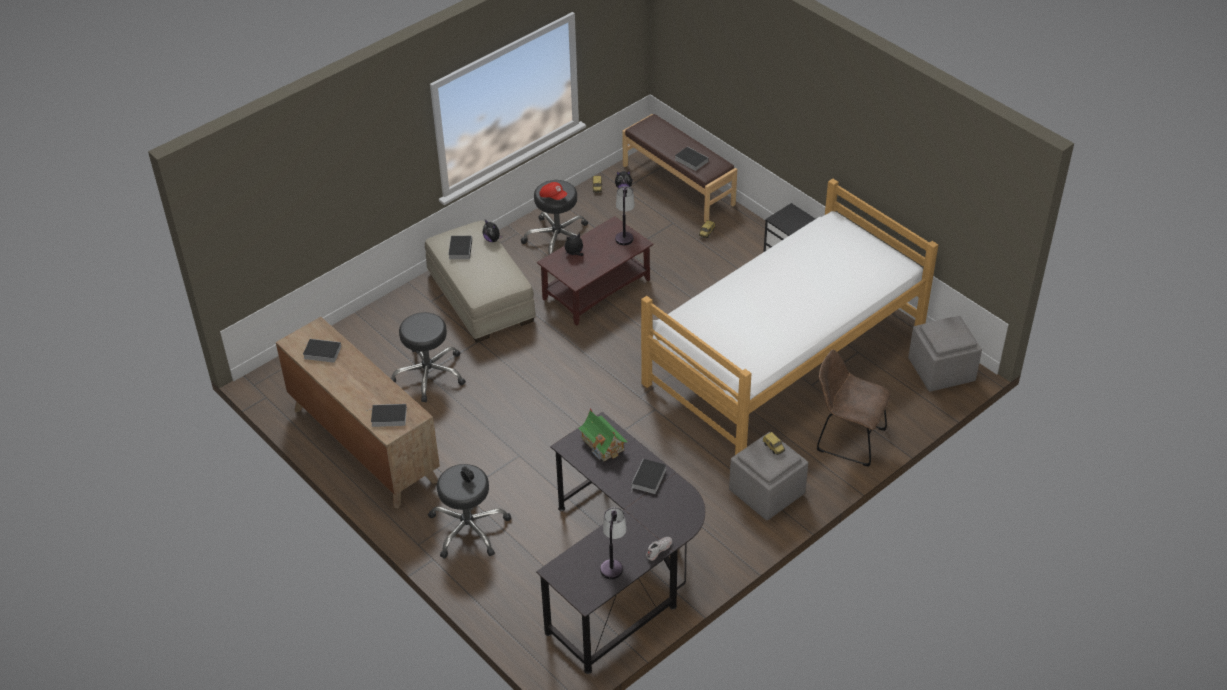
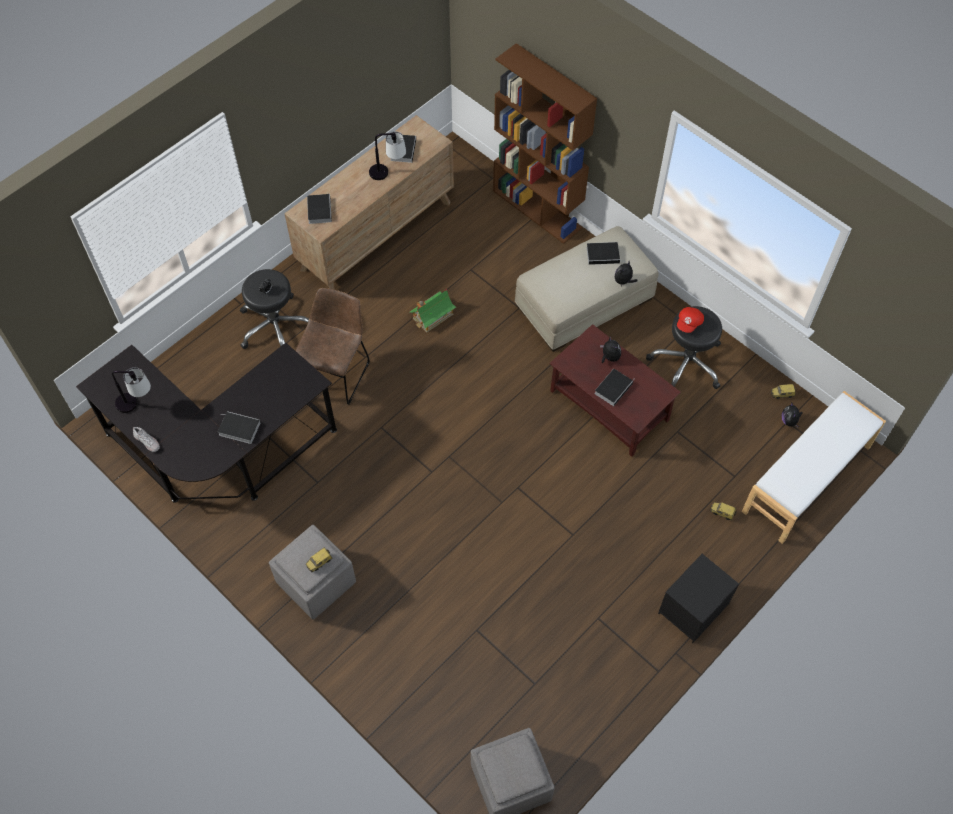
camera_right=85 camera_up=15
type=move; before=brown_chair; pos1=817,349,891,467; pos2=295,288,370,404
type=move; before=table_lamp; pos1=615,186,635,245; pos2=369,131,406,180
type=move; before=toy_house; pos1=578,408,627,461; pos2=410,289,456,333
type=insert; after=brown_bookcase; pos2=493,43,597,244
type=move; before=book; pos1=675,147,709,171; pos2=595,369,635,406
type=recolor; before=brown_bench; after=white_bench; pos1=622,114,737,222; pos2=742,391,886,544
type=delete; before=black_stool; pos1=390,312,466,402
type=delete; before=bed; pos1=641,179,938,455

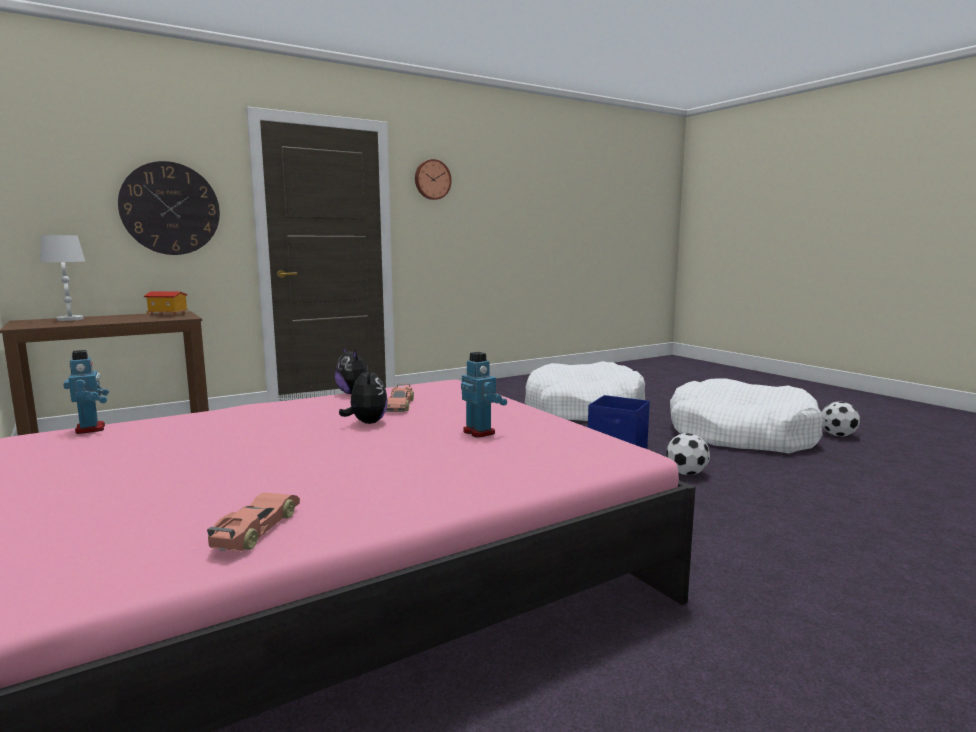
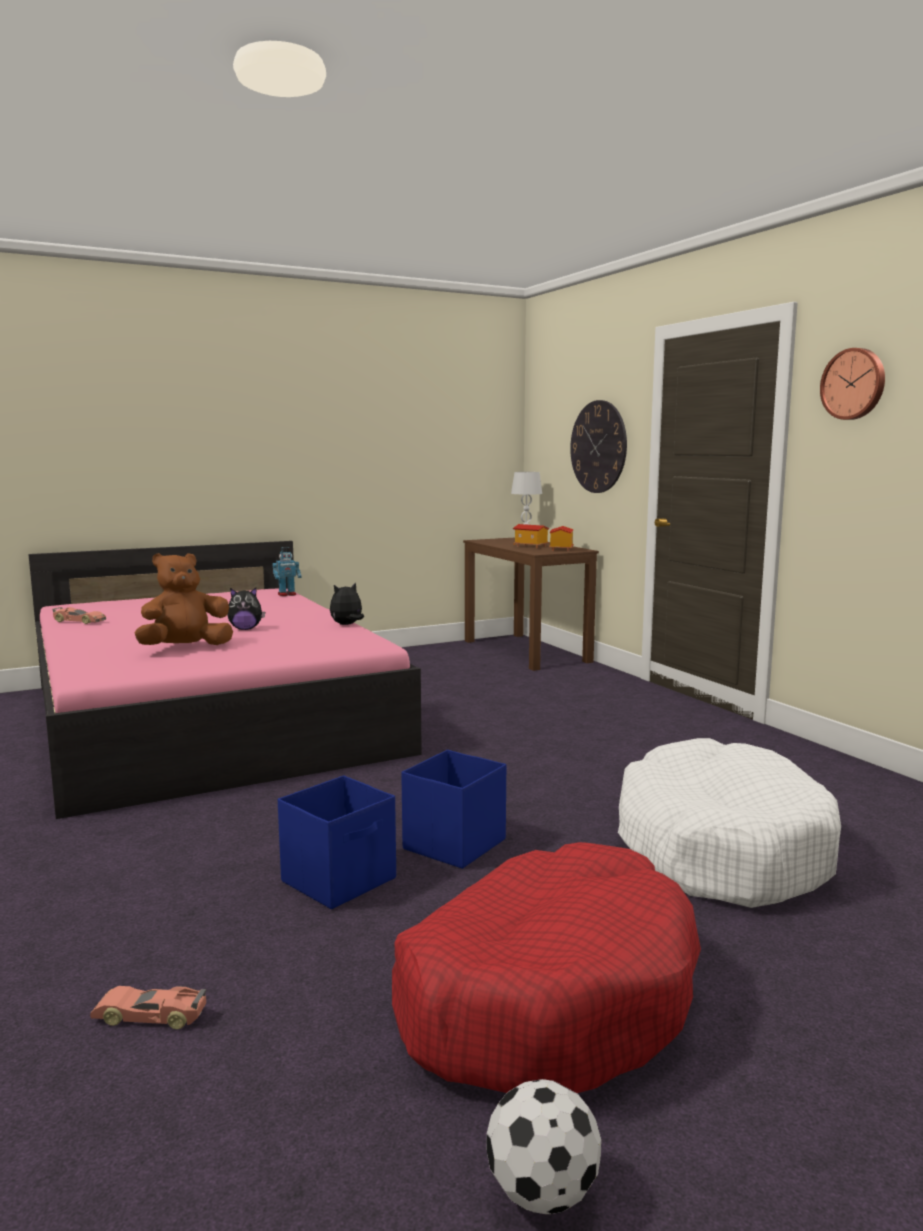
camera_right=95 camera_up=0
type=move; before=toy_car; pos1=386,384,414,412; pos2=90,986,206,1029
type=replace; before=toy_robot; after=brown_plush_toy; pos1=461,352,507,438; pos2=134,553,233,645
type=replace; before=football; after=blue_storage_box; pos1=666,433,710,475; pos2=278,776,396,909
type=recolor; before=white_dog_bed; after=red_dog_bed; pos1=670,378,823,454; pos2=392,842,701,1093
type=insert; after=toy_house; pos2=513,524,549,548

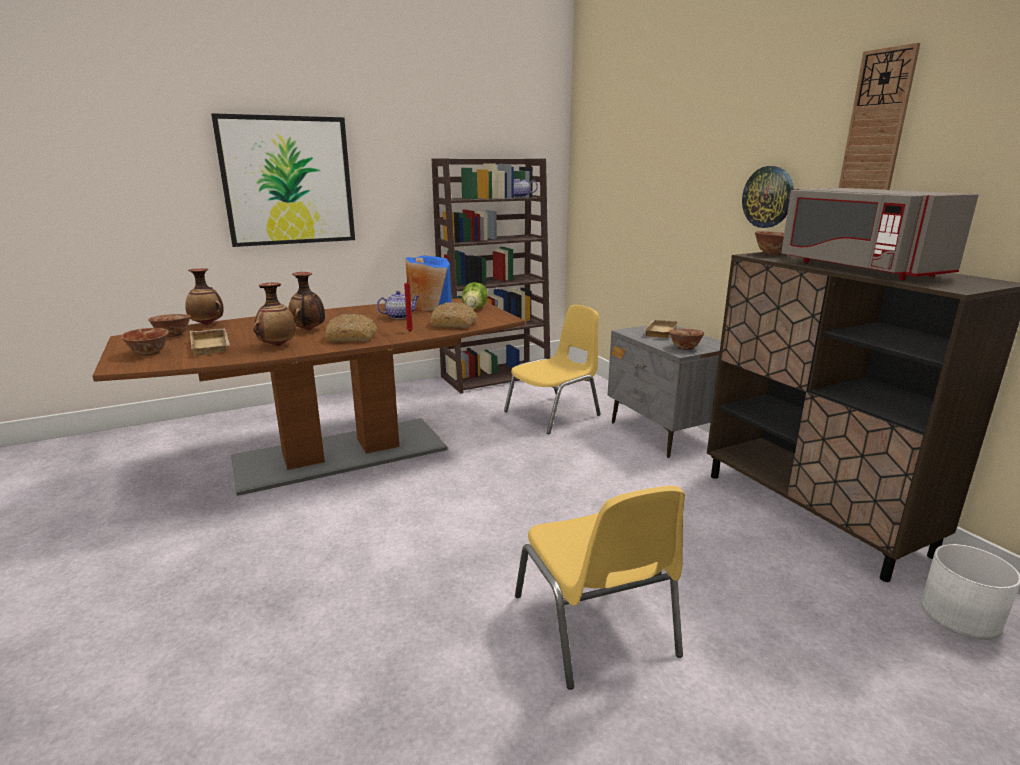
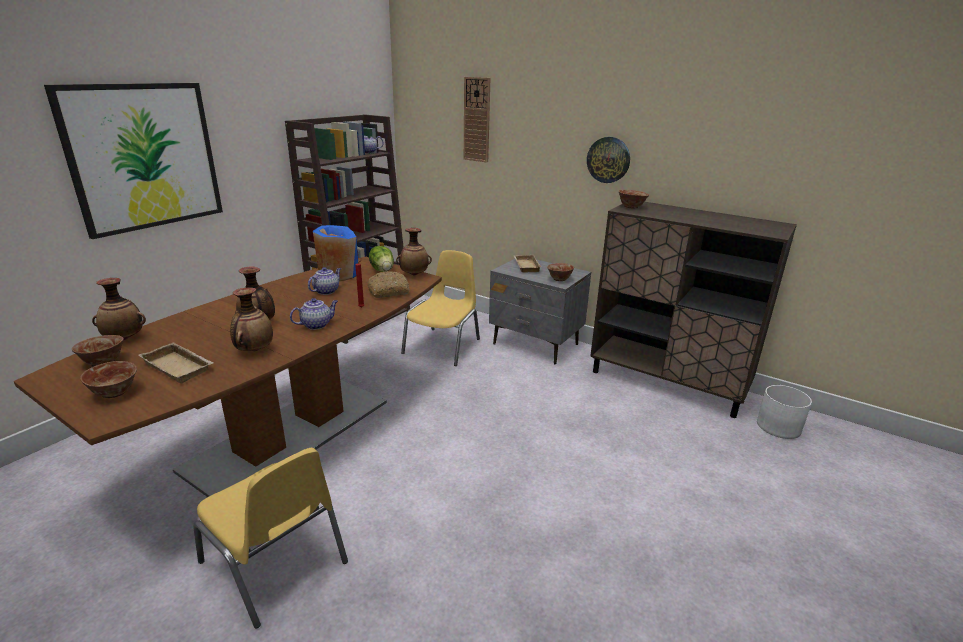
camera_right=-30 camera_up=5
type=move; before=yellow_chair; pos1=515,486,685,690; pos2=193,448,348,628
type=replace; before=bread; after=teapot; pos1=325,314,377,342; pos2=290,298,338,330
type=insert; after=vase; pos2=396,228,432,276
type=move; before=wall_clock; pos1=839,43,920,190; pos2=464,77,490,162
type=delete; before=grey_microwave; pos1=781,188,979,280

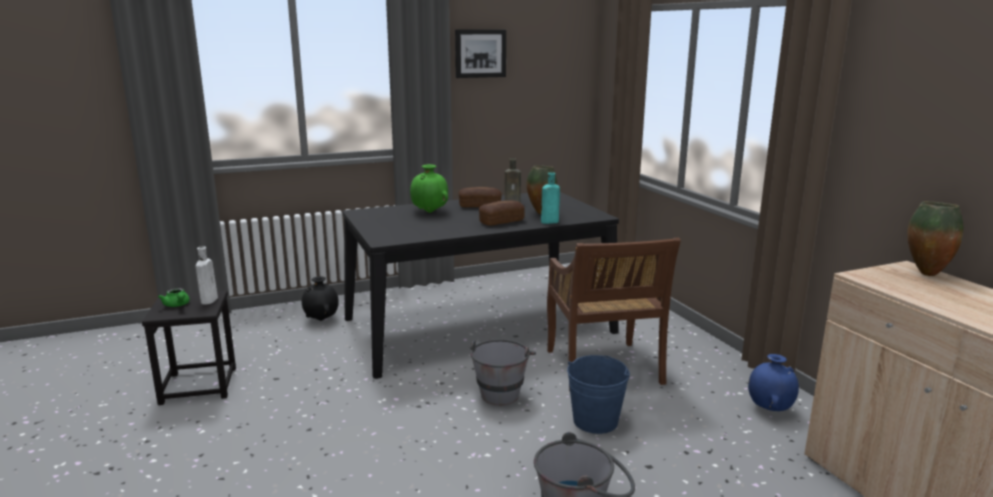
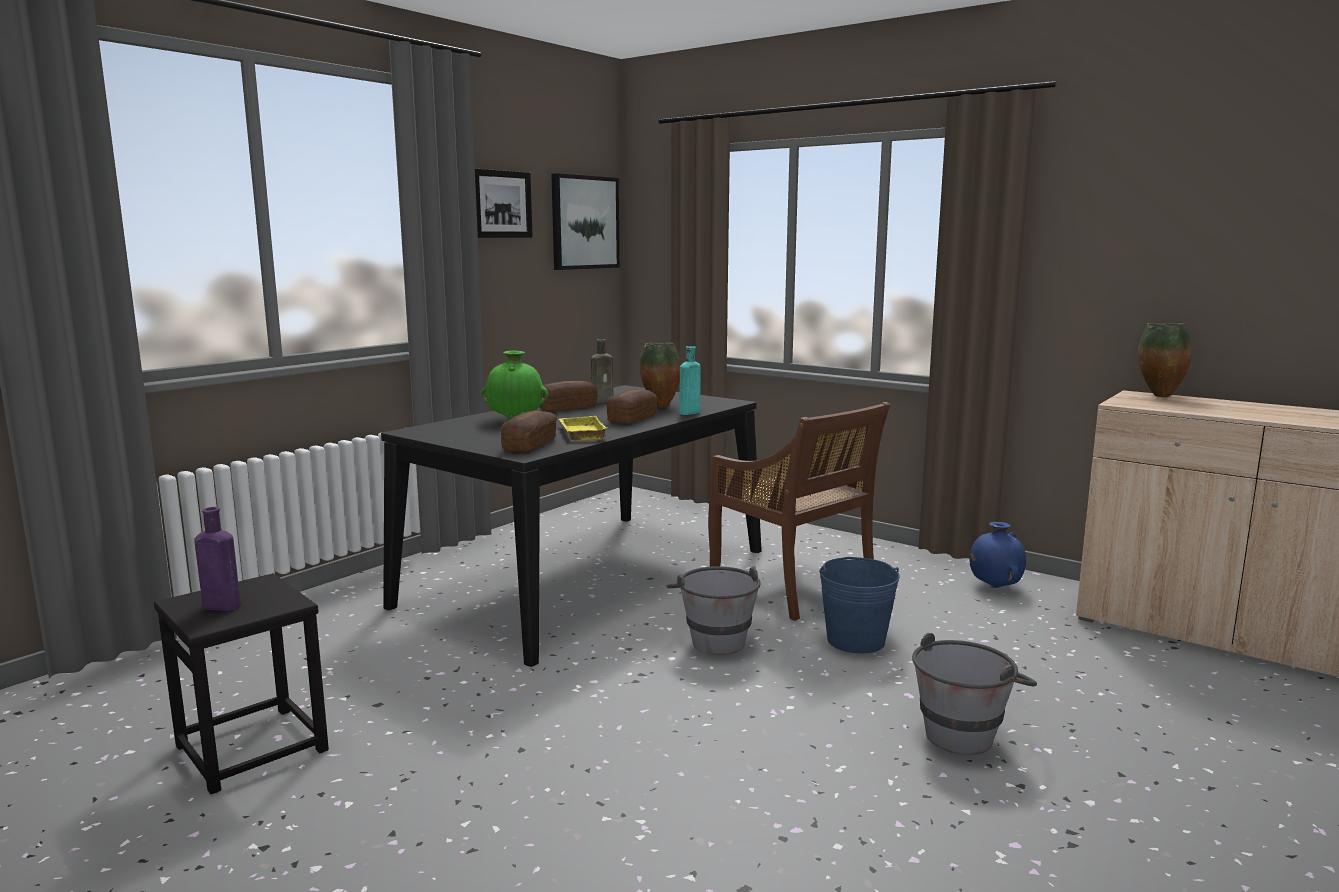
camera_right=-30 camera_up=-5
type=replace; before=green_teapot; after=purple_bottle; pos1=158,288,190,307; pos2=194,507,241,611
type=insert; after=bread; pos2=500,411,557,452
type=insert; after=picture; pos2=551,173,620,270
type=insert; after=yellow_tray; pos2=559,416,607,441
type=delete; before=white_bottle; pos1=196,246,218,305
type=delete; before=black_vase; pos1=302,276,339,321

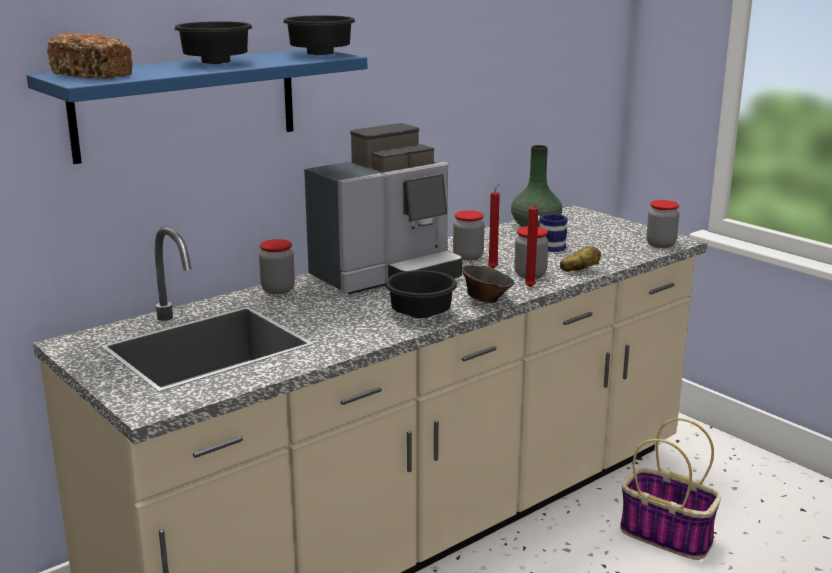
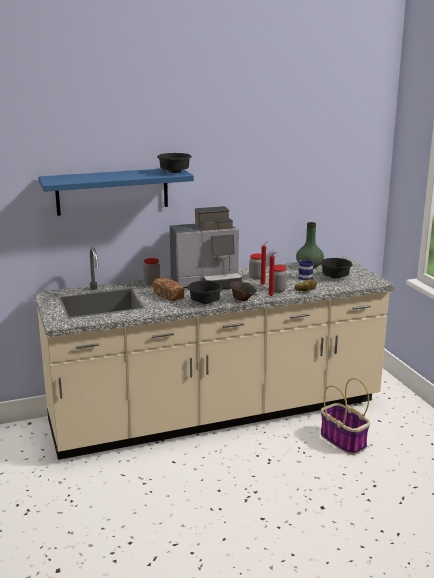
camera_right=20 camera_up=0
type=move; before=bread; pos1=47,33,132,79; pos2=152,277,184,301
type=move; before=black_bowl; pos1=174,21,253,64; pos2=320,258,353,279
type=delete; before=jar; pos1=647,200,679,248

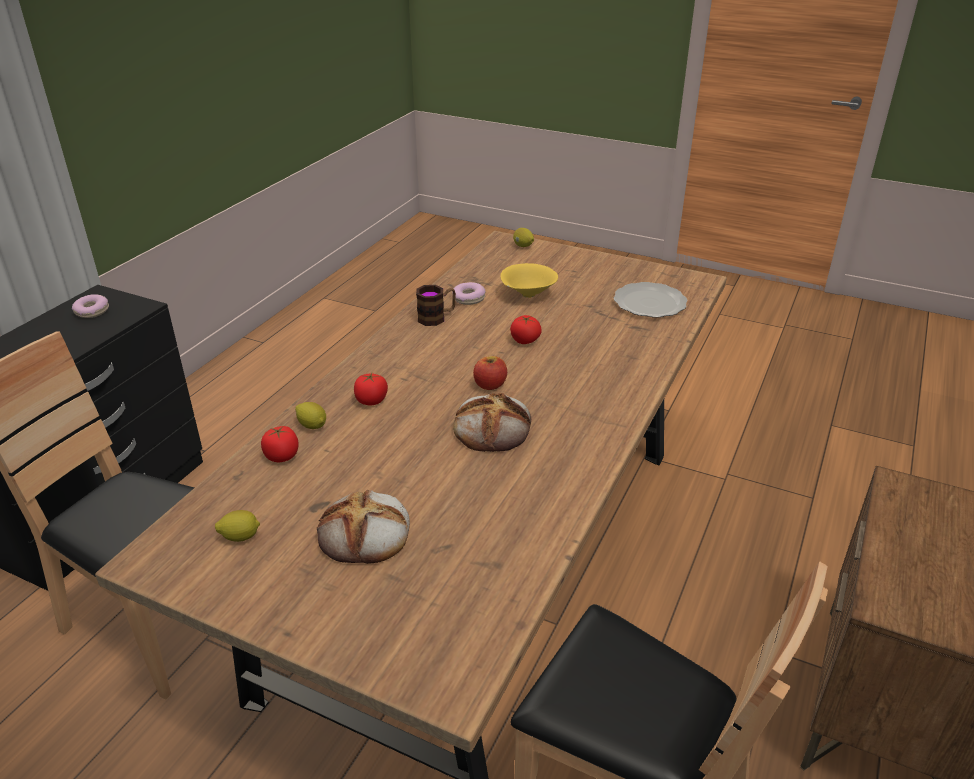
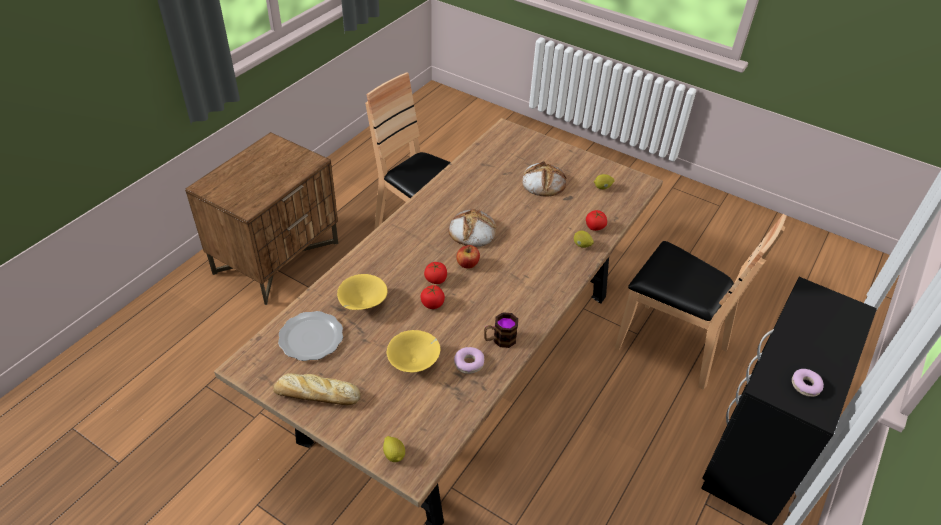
camera_right=-175 camera_up=10
type=insert; after=bread; pos2=273,373,360,405
type=insert; after=yellow_bowl; pos2=337,274,387,310
type=move; before=tomato; pos1=354,373,388,405; pos2=424,262,447,284

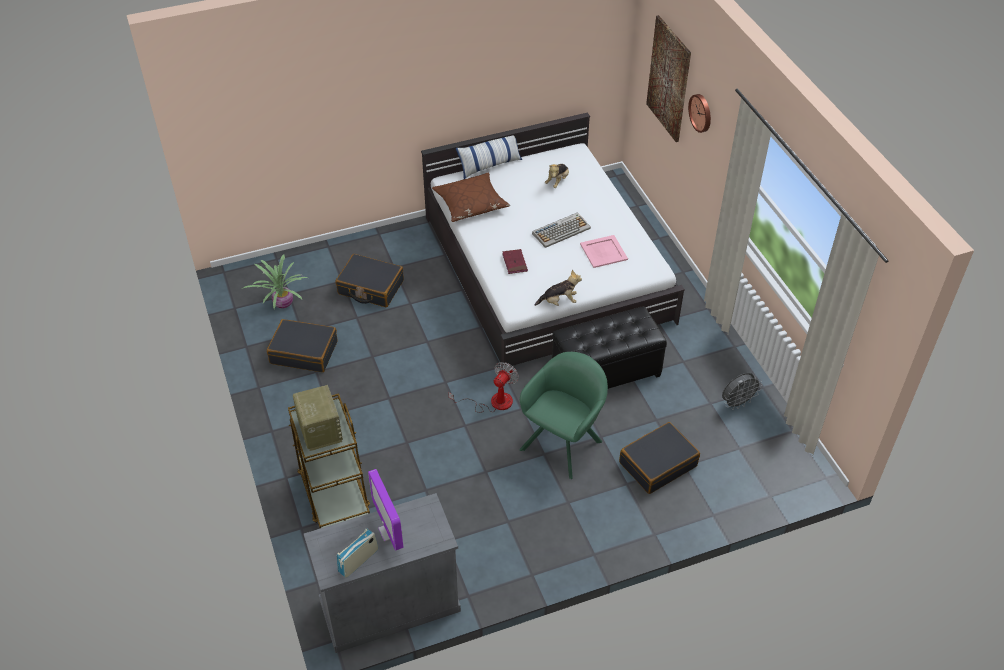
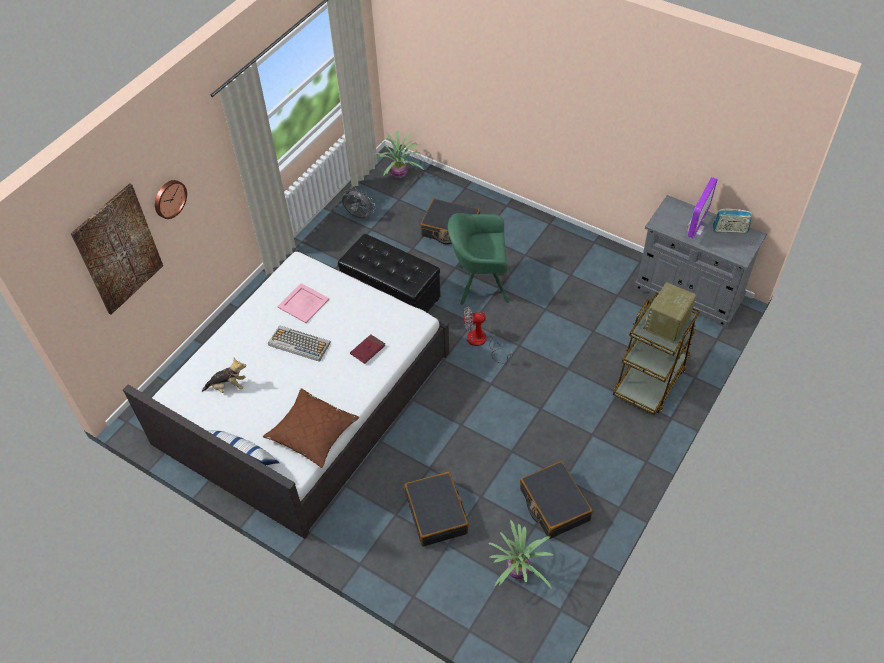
camera_right=-125 camera_up=5
type=insert; after=potted_plant; pos2=375,131,425,178
type=delete; before=plush_toy; pos1=534,270,582,306

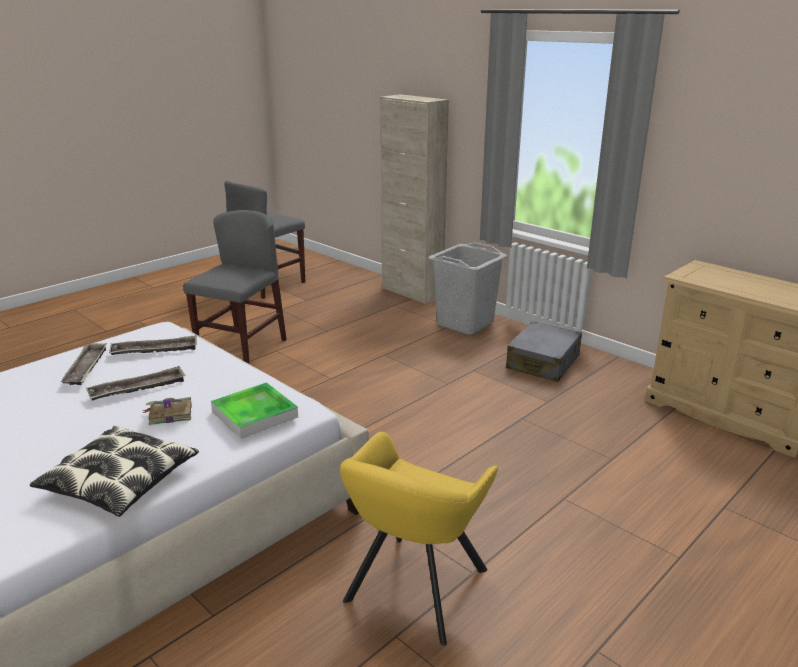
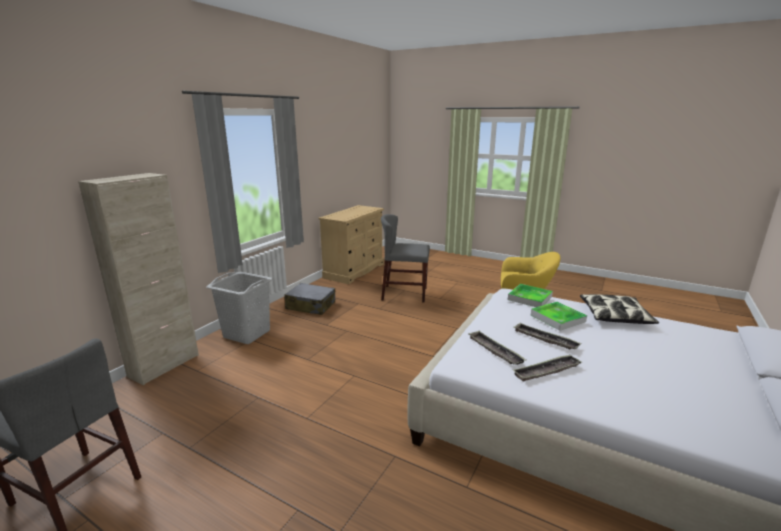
camera_right=-105 camera_up=-5
type=move; before=grey_chair; pos1=183,210,287,364; pos2=381,214,430,303
type=replace; before=book; after=tray; pos1=143,397,192,425; pos2=531,302,587,331

